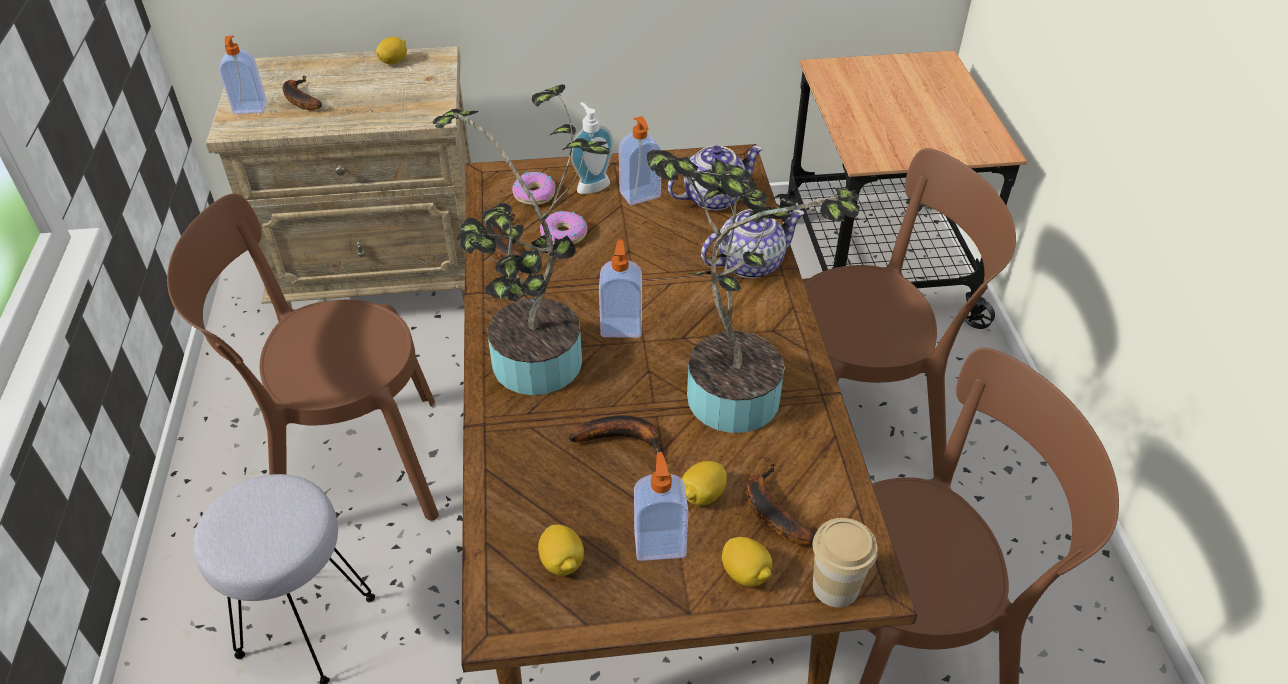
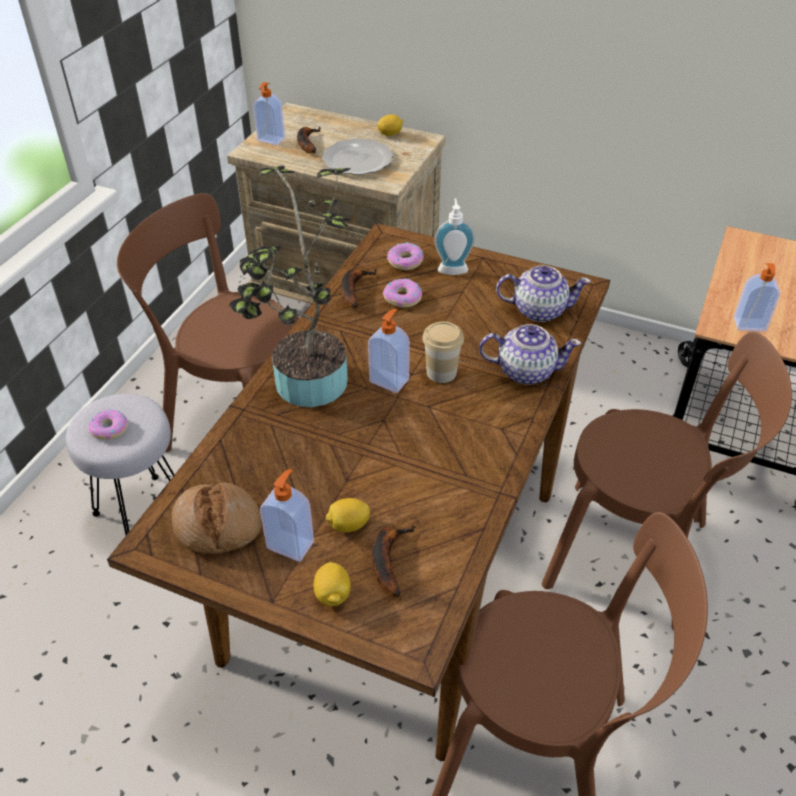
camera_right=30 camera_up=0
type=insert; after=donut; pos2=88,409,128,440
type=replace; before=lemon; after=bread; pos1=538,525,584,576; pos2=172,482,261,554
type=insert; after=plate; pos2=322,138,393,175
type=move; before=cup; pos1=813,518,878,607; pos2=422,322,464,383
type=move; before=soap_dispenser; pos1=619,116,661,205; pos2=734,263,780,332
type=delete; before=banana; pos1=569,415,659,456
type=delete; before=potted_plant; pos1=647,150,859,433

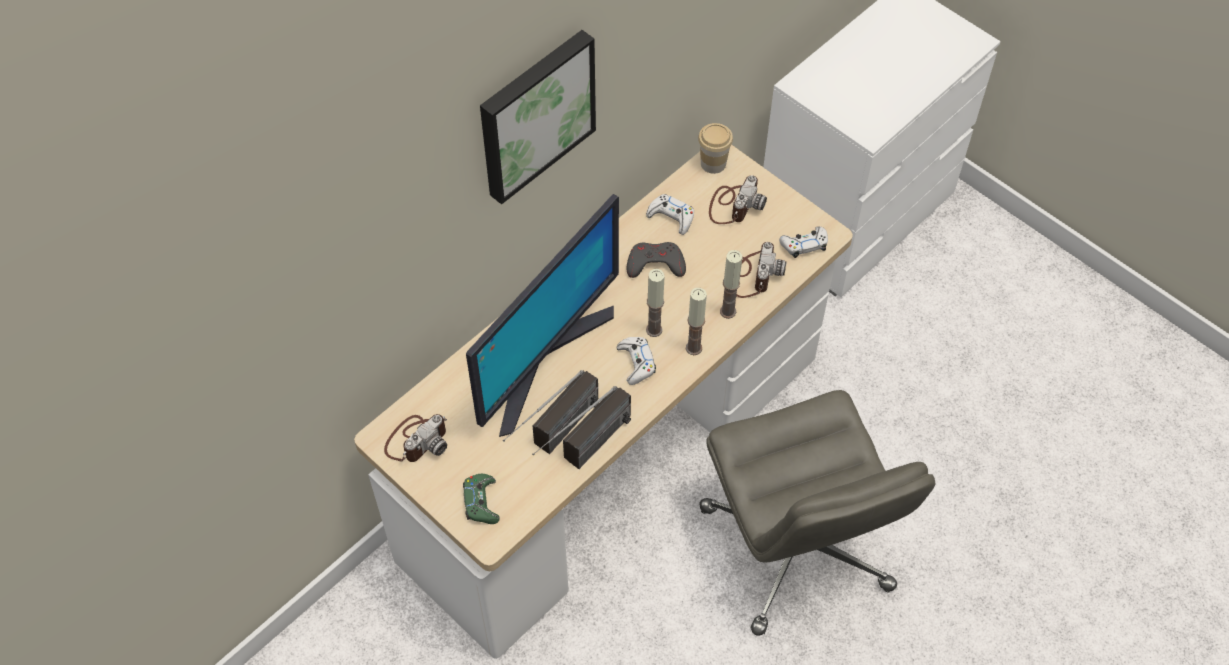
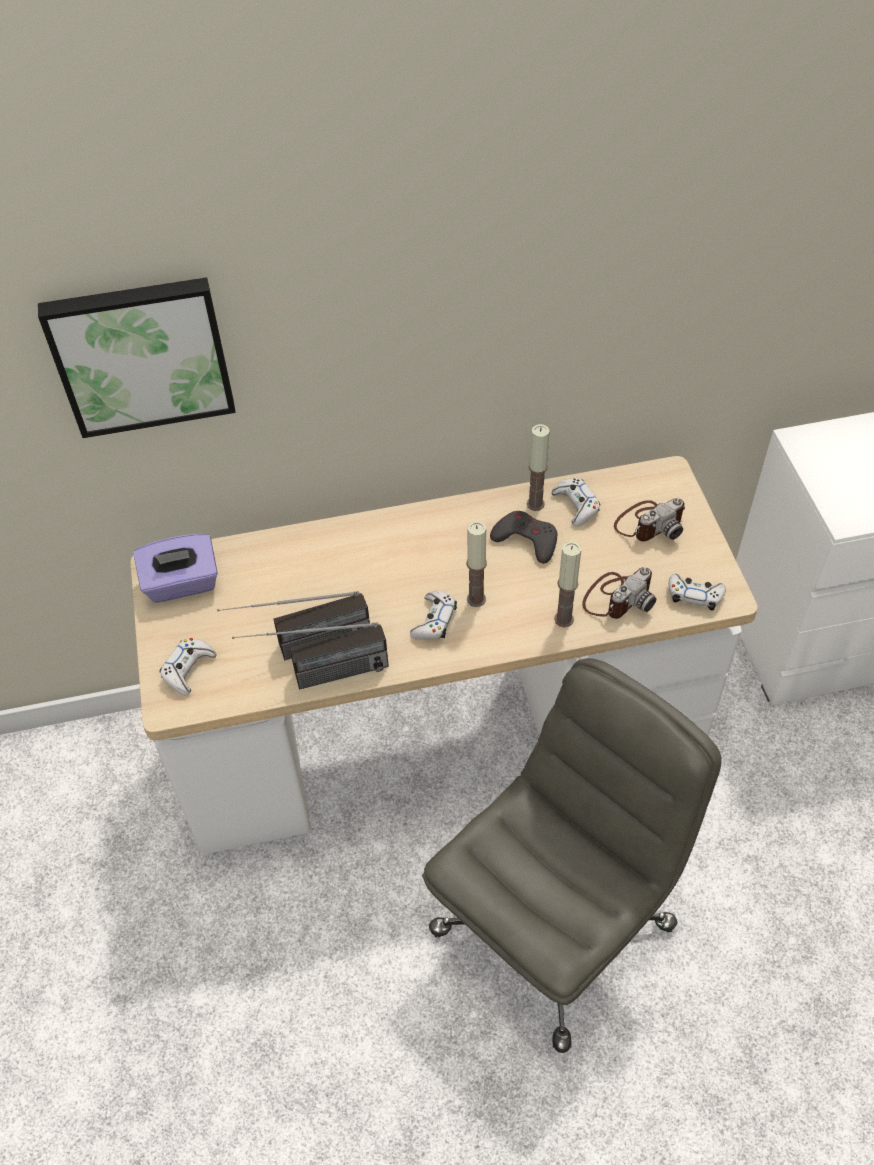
camera_right=35 camera_up=-5
type=move; before=picture; pos1=480,30,596,204; pos2=38,277,236,438
type=replace; before=photo_camera; after=purple_tissue_box; pos1=384,414,447,462; pos2=133,534,218,603
type=recolor; before=green_game_controller; after=white_game_controller; pos1=463,474,500,524; pos2=159,638,216,696
type=rotate; before=grey_office_chair; pos1=699,390,935,636; pos2=422,658,722,1053; turn=-150
type=move; before=candle; pos1=686,287,707,355; pos2=527,424,549,511
type=delete; before=monitor; pos1=466,194,619,437
type=delete; before=cup; pos1=698,123,733,174

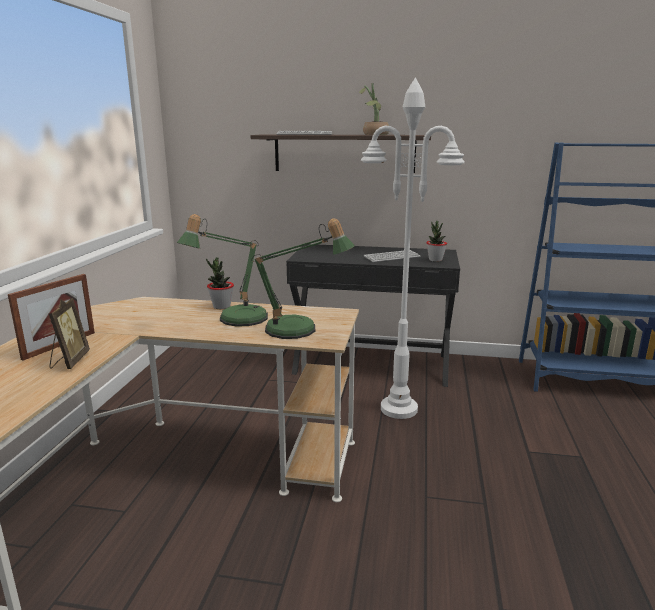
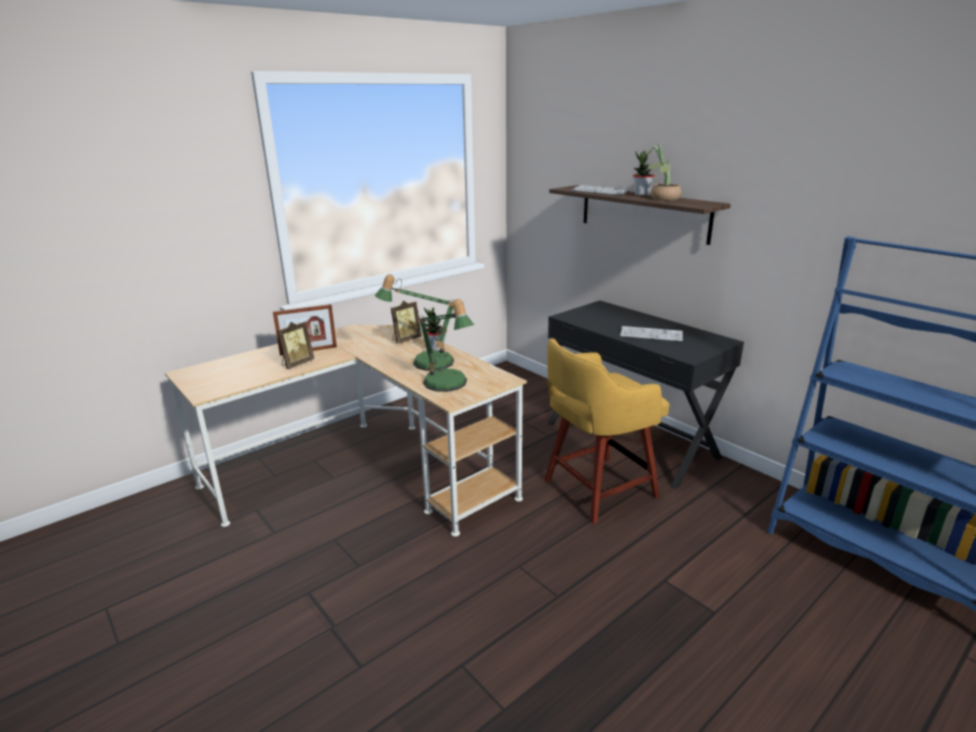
camera_right=40 camera_up=5
type=insert; after=picture_frame; pos2=391,300,422,344
type=replace; before=white_floor_lamp; after=yellow_stool; pos1=361,78,465,419; pos2=544,338,670,524
type=move; before=potted_plant; pos1=426,221,447,262; pos2=633,151,655,195

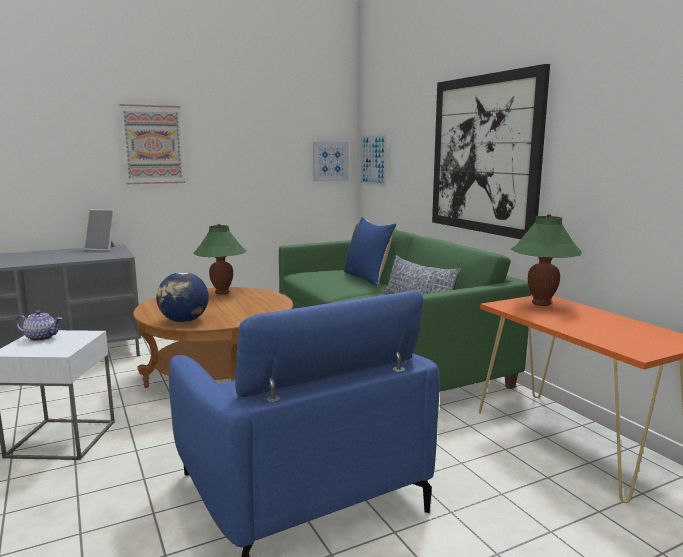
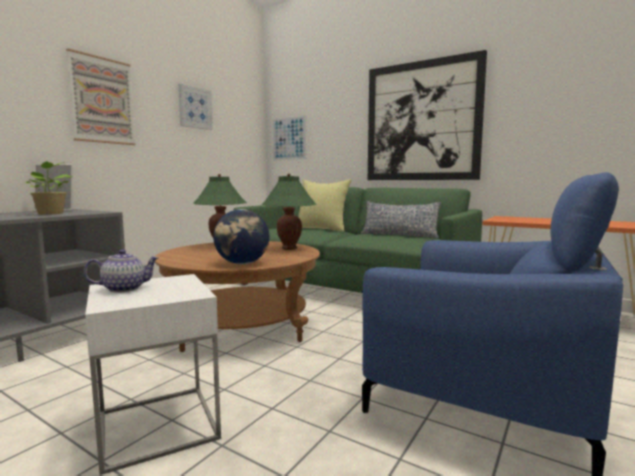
camera_right=-30 camera_up=-5
type=insert; after=potted_plant; pos2=24,162,73,215
type=move; before=picture; pos1=313,142,349,181; pos2=178,84,213,130
type=move; before=green_table_lamp; pos1=511,214,582,306; pos2=261,174,316,250
type=recolor; before=blue_pillow; after=yellow_pillow; pos1=344,217,396,286; pos2=298,179,352,232

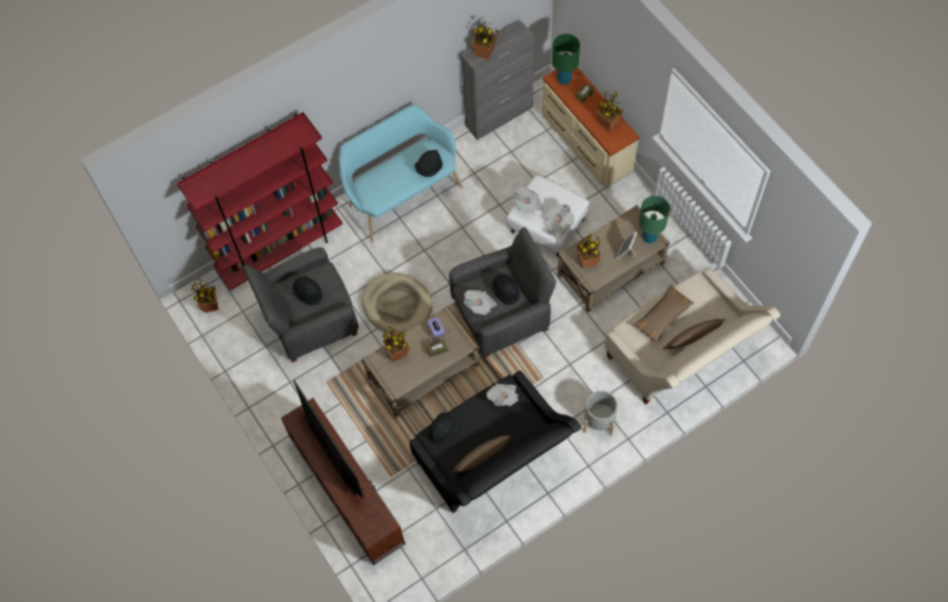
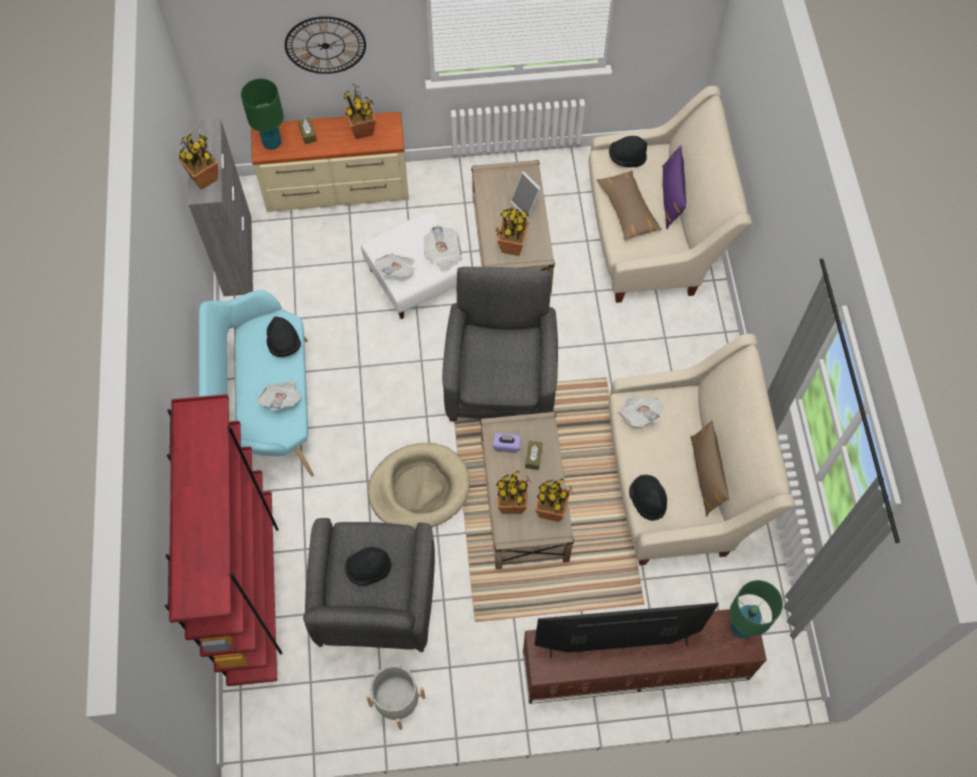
camera_right=-65 camera_up=0
type=move; before=newspaper; pos1=464,290,497,315; pos2=257,381,302,410
type=insert; after=wall_clock; pos2=285,16,366,74
type=move; before=grey_planter; pos1=584,391,618,436; pos2=366,664,425,730
type=move; before=potted_plant; pos1=191,278,218,313; pos2=535,478,573,522
type=move; before=black_hat; pos1=492,274,520,305; pos2=609,136,647,167
type=recolor; before=black_sofa; after=beige_sofa; pos1=409,371,581,513; pos2=609,334,795,565
type=recolor; before=brown_pillow; after=purple_pillow; pos1=663,319,725,350; pos2=662,145,686,229
type=move; before=green_table_lamp; pos1=639,196,670,243; pos2=729,580,783,638

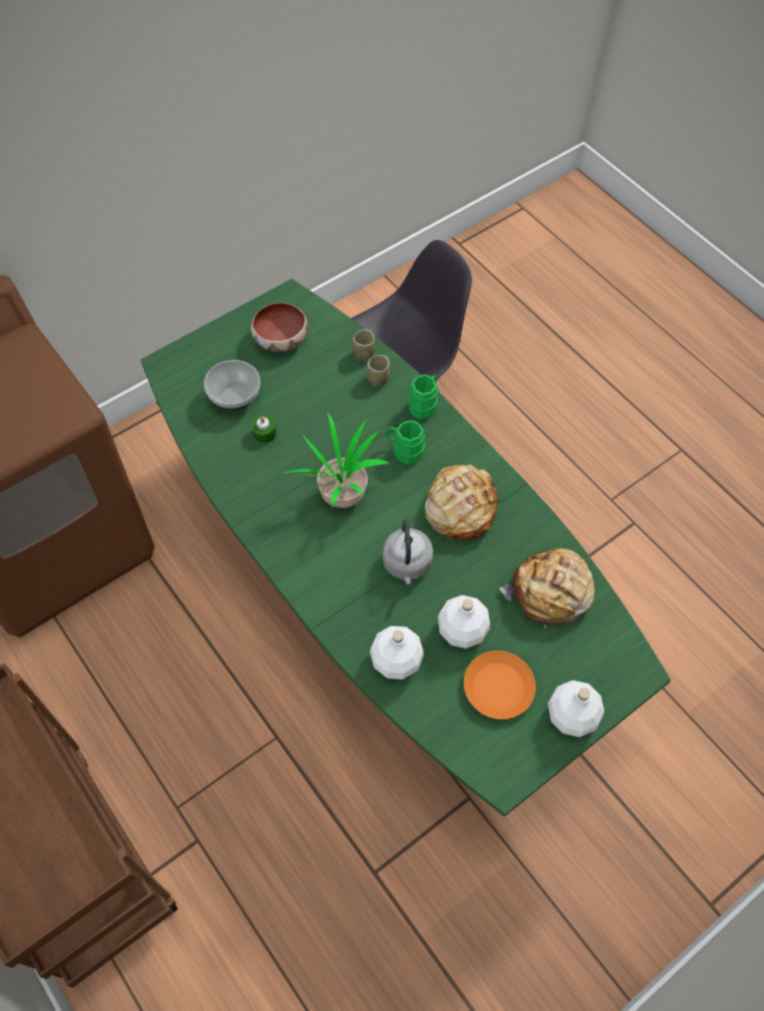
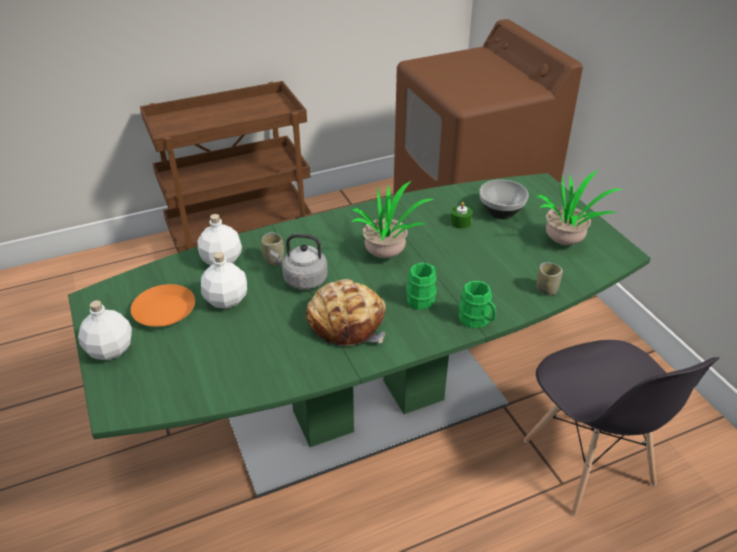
camera_right=105 camera_up=-20
type=move; before=cup; pos1=367,355,390,387; pos2=261,232,284,265
type=replace; before=bowl; after=potted_plant; pos1=251,303,308,352; pos2=536,170,623,245
type=delete; before=bread; pos1=499,548,595,628

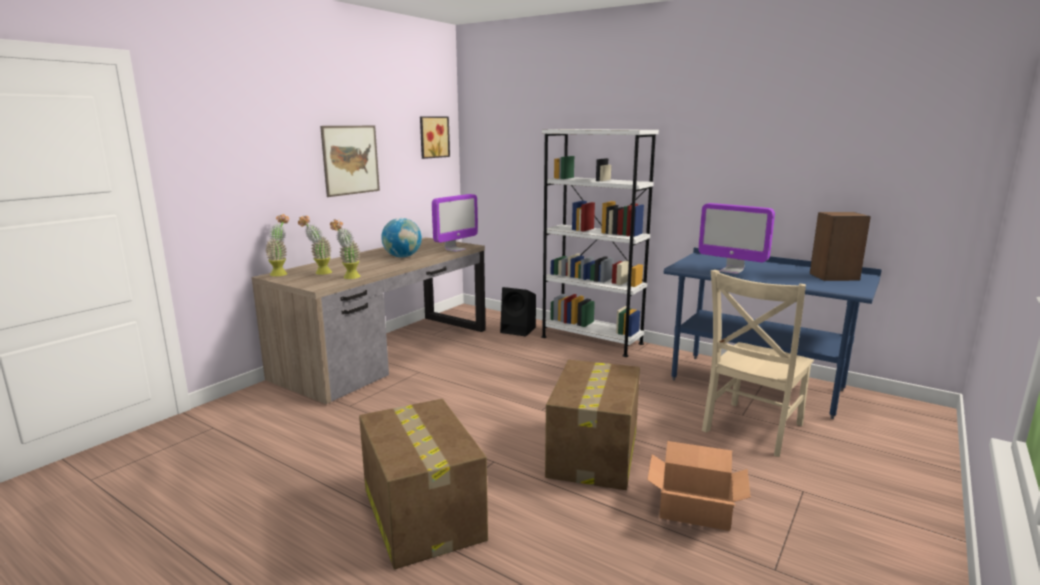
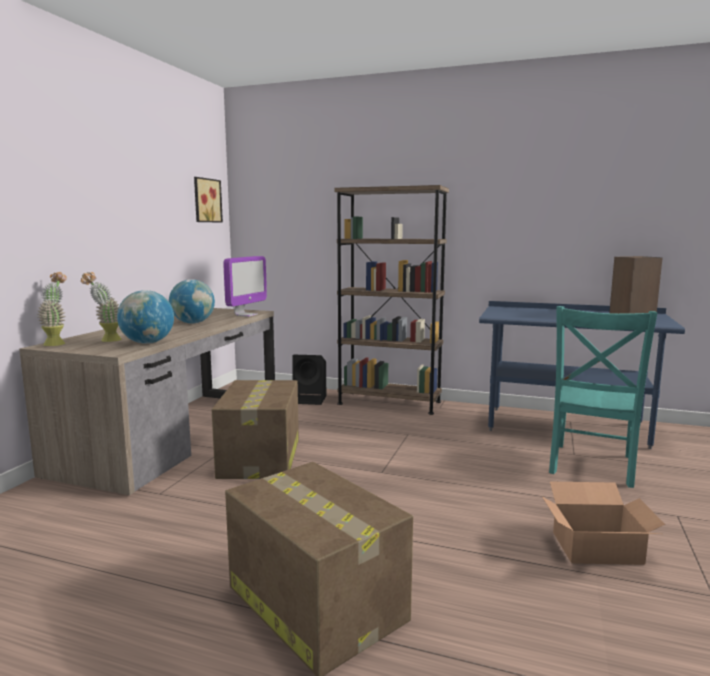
camera_right=-15 camera_up=-5
type=replace; before=potted_plant; after=globe; pos1=330,219,361,279; pos2=117,290,174,344
type=move; before=cardboard_box; pos1=545,360,640,490; pos2=212,380,299,479
type=recolor; before=white_bookcase; after=brown_bookcase; pos1=541,129,659,357; pos2=335,185,449,415
type=recolor; before=beige_chair; after=turquoise_chair; pos1=702,270,814,457; pos2=549,306,658,488
type=delete; before=picture; pos1=320,126,380,197
type=delete; before=monitor; pos1=698,203,775,274

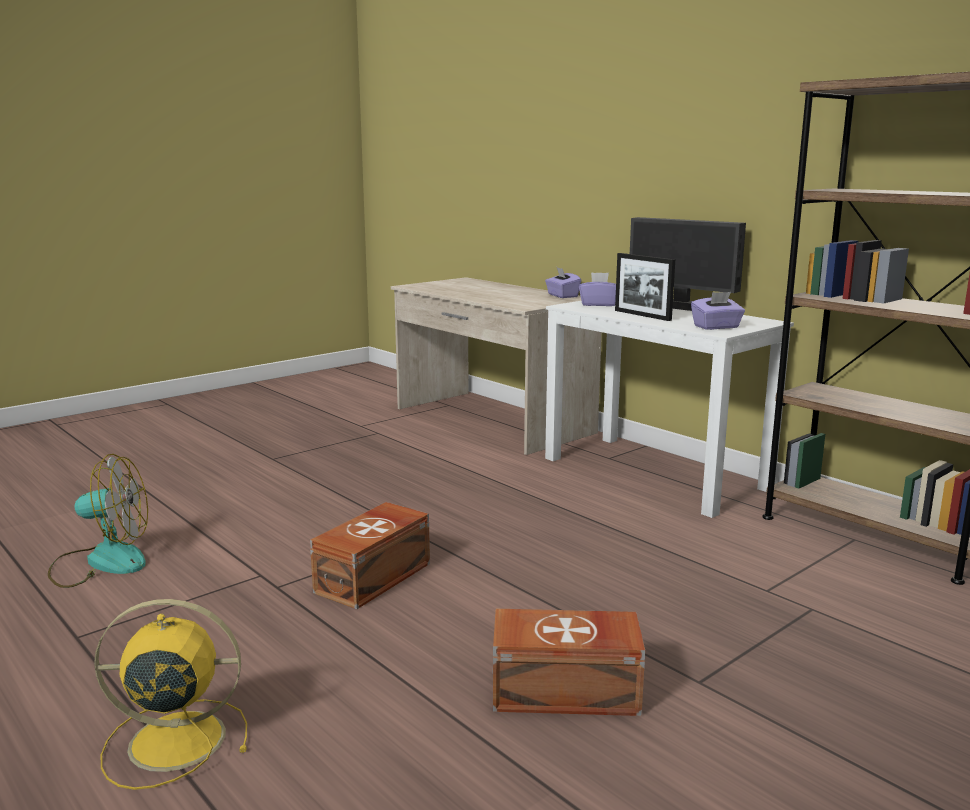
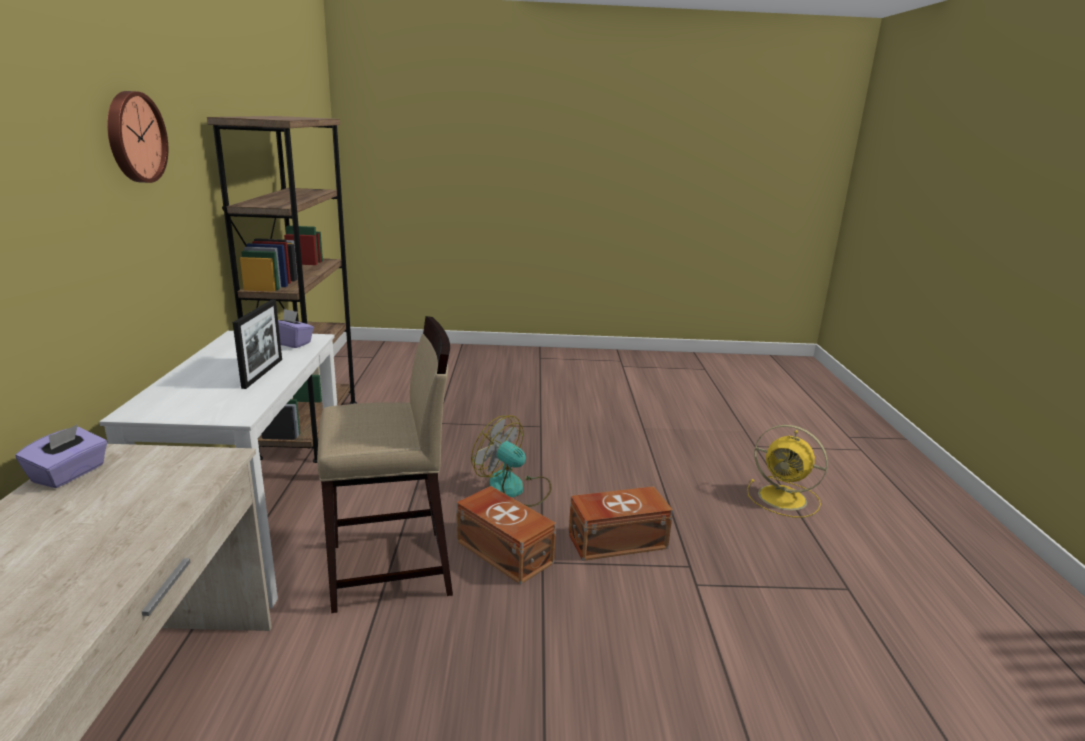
camera_right=-140 camera_up=5
type=insert; after=wall_clock; pos2=107,91,168,183
type=insert; after=beige_stool; pos2=317,316,453,613
type=move; before=brown_storage_box; pos1=492,609,645,716; pos2=456,486,556,585
type=move; before=fan; pos1=48,454,148,588; pos2=471,416,551,507
type=delete; before=purple_tissue_box; pos1=579,272,616,306
type=delete; before=monitor; pos1=630,217,746,311

